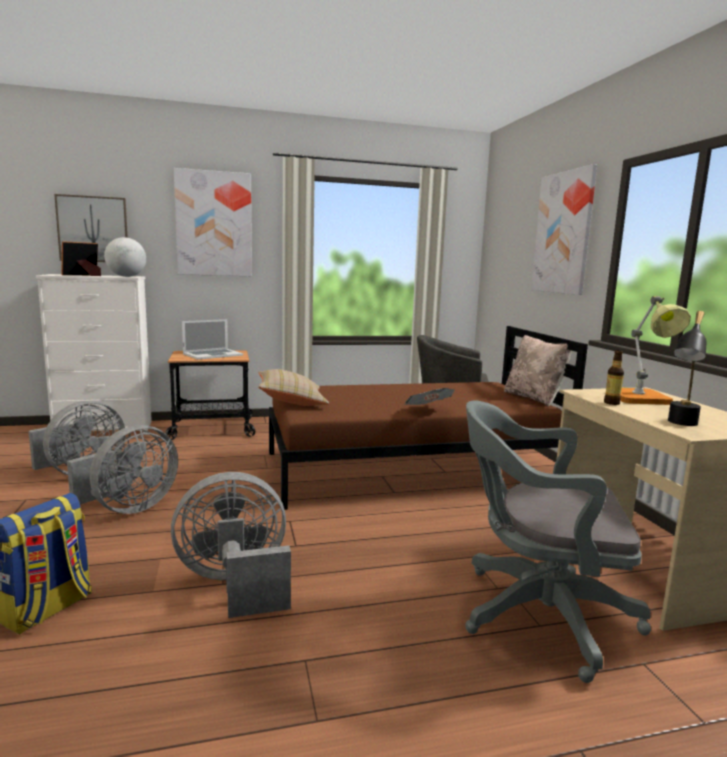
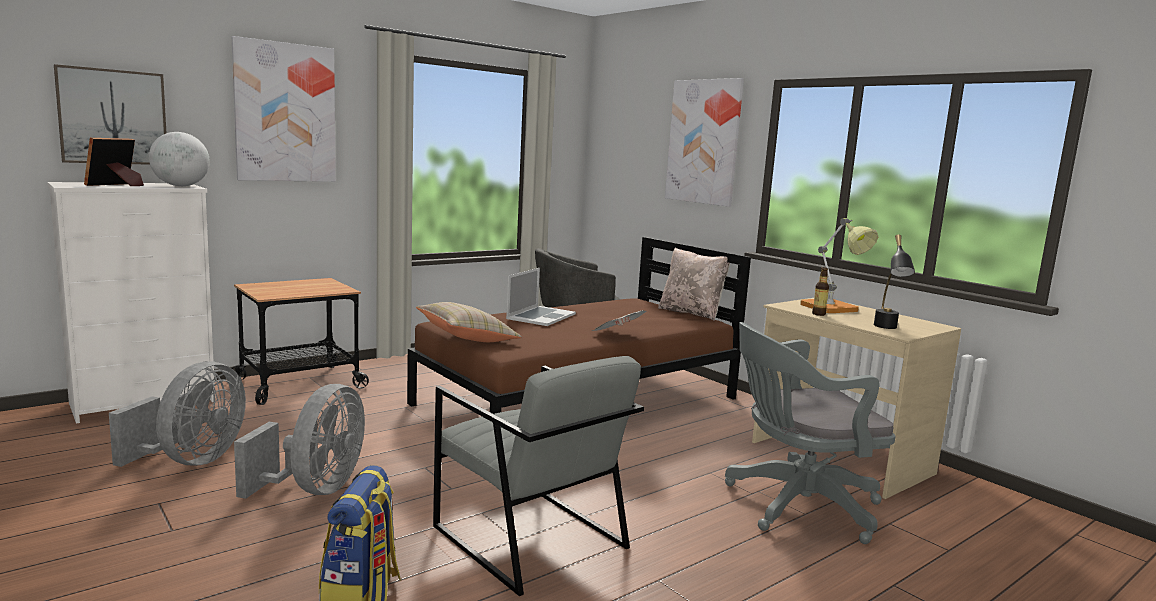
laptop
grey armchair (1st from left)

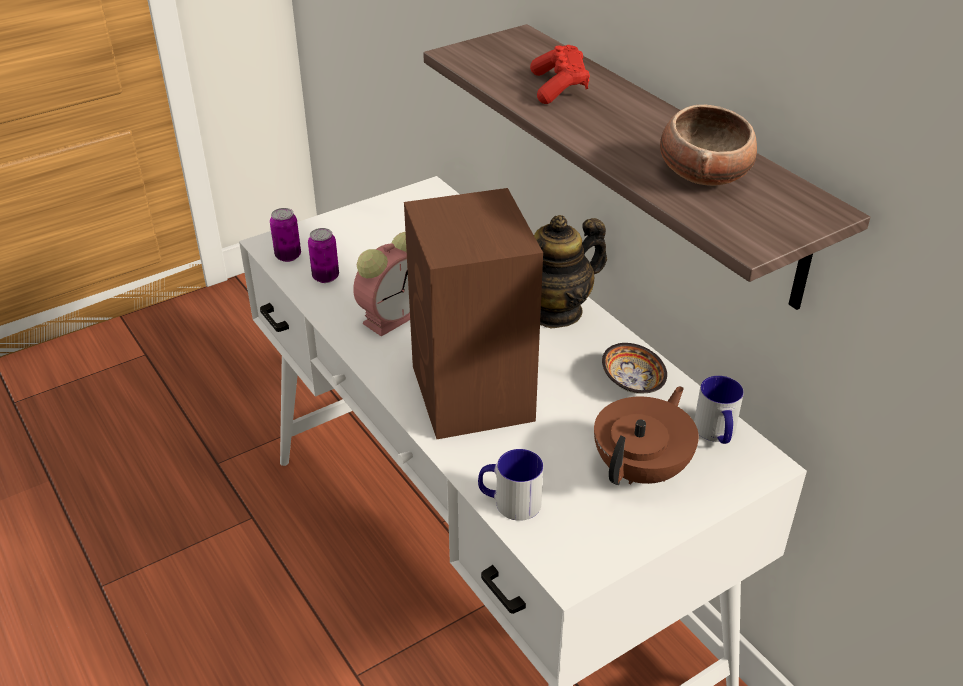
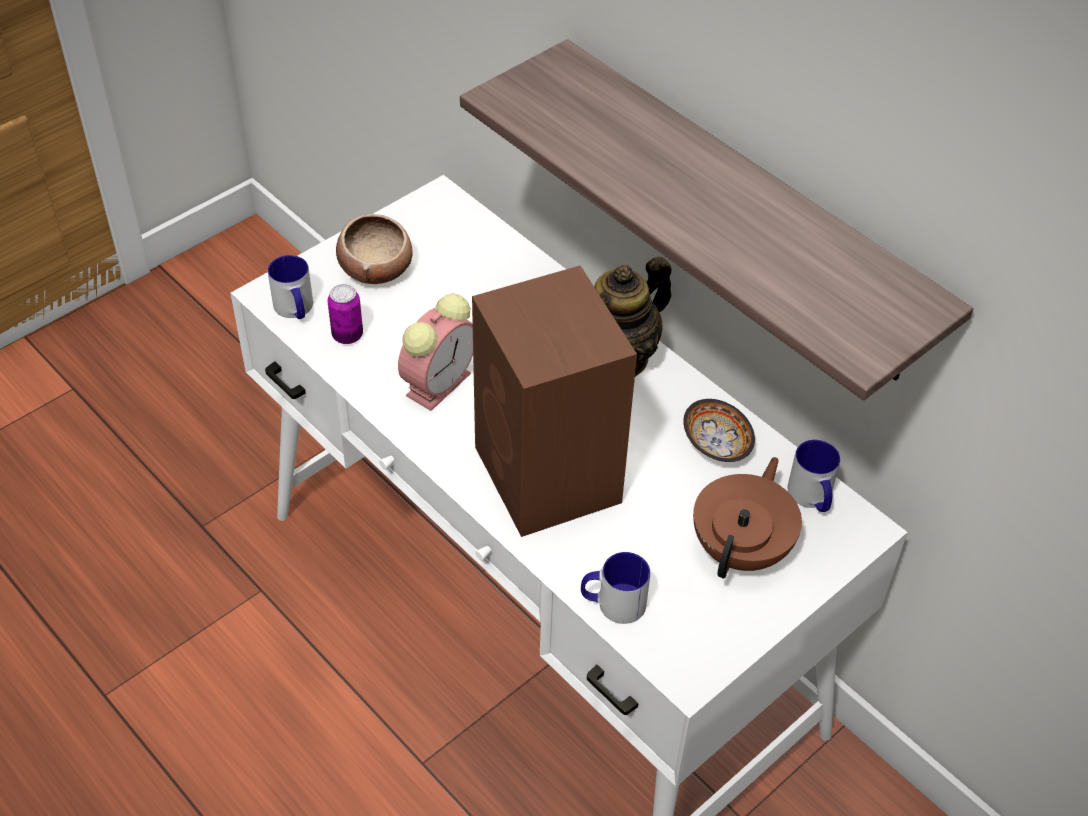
red game controller
bowl (1st from left)
mug (1st from left)

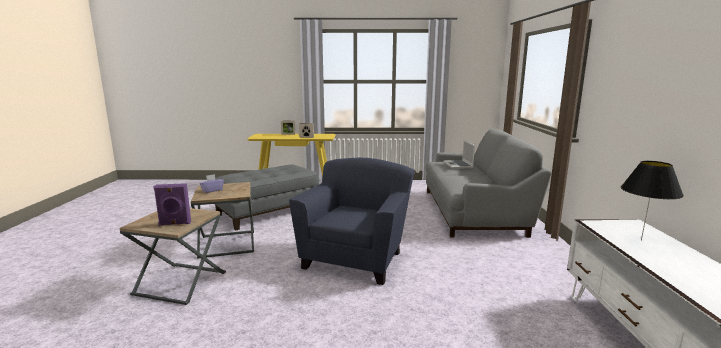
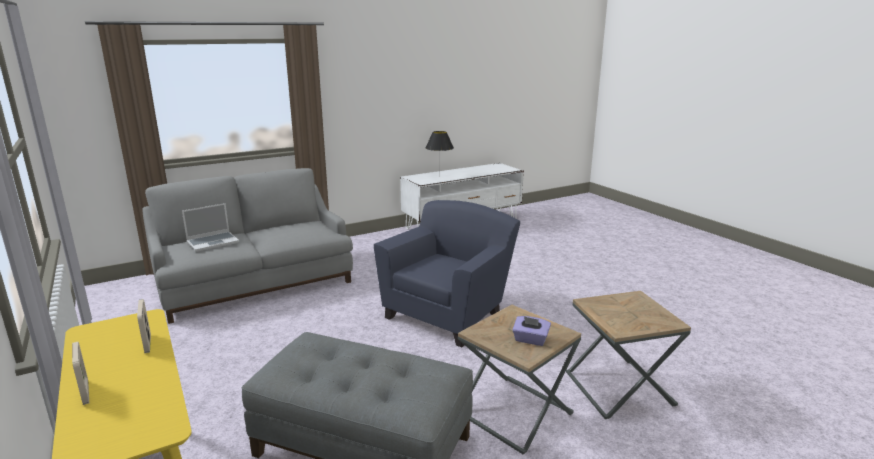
purple speaker
blue armchair

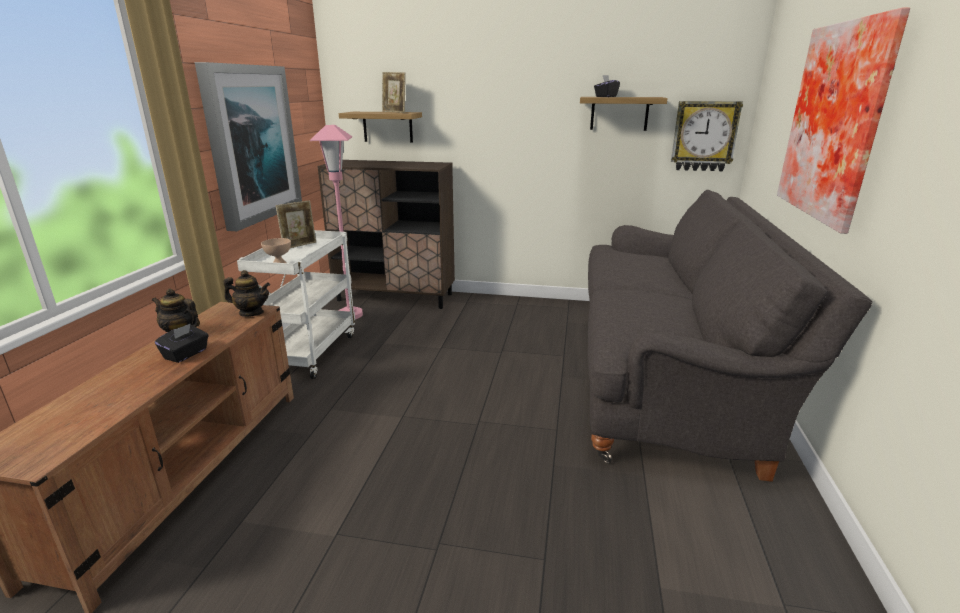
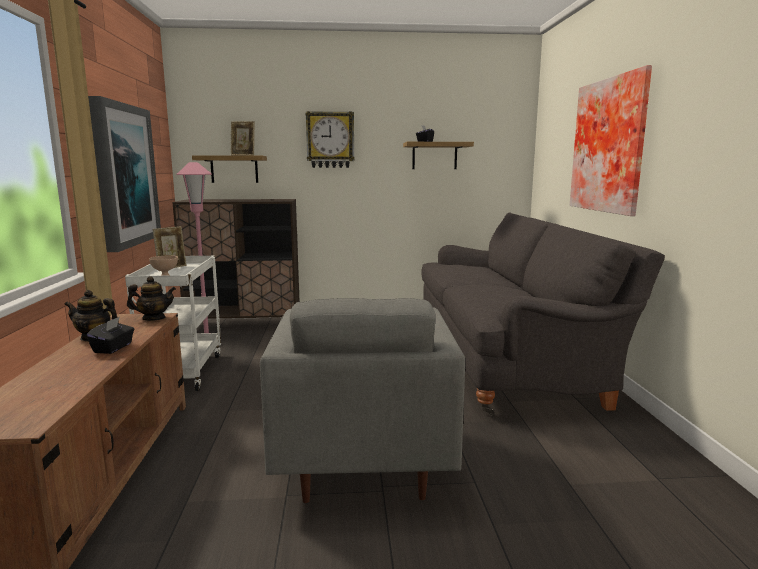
grey armchair
wall clock

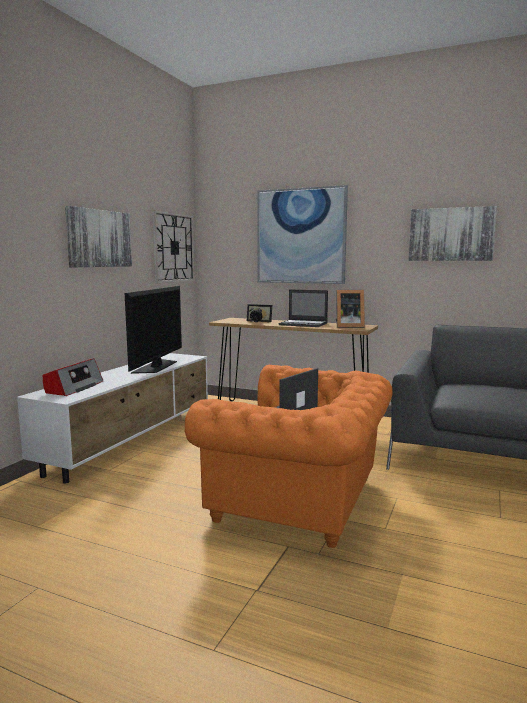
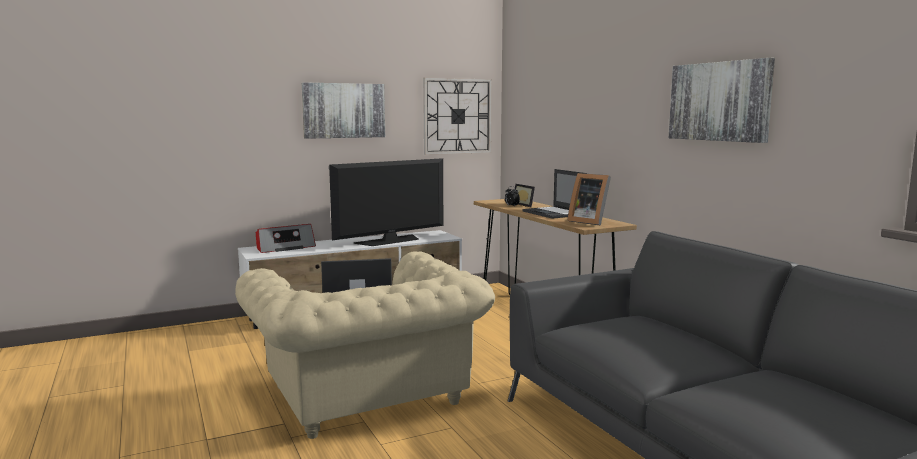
picture (2nd from left in the first image)
beige armchair

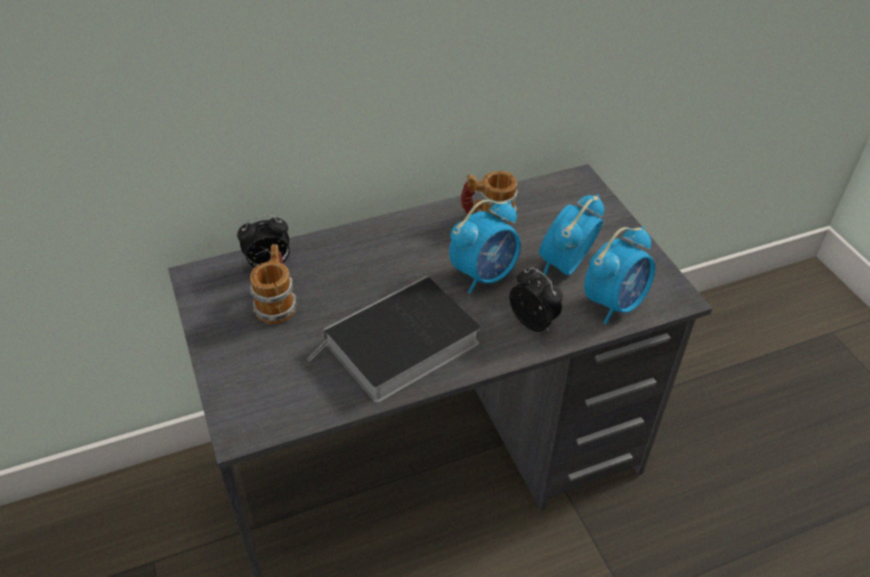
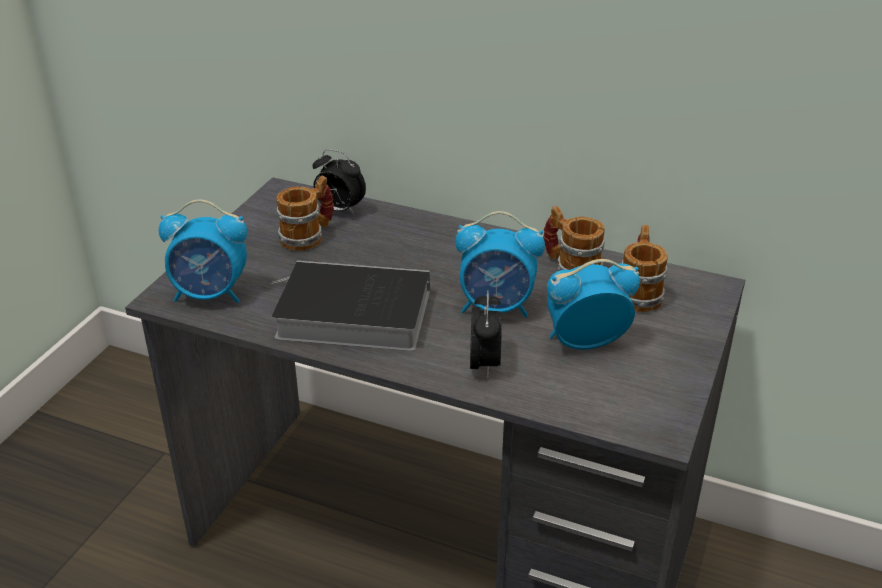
mug (3rd from left)
alarm clock (1st from left)

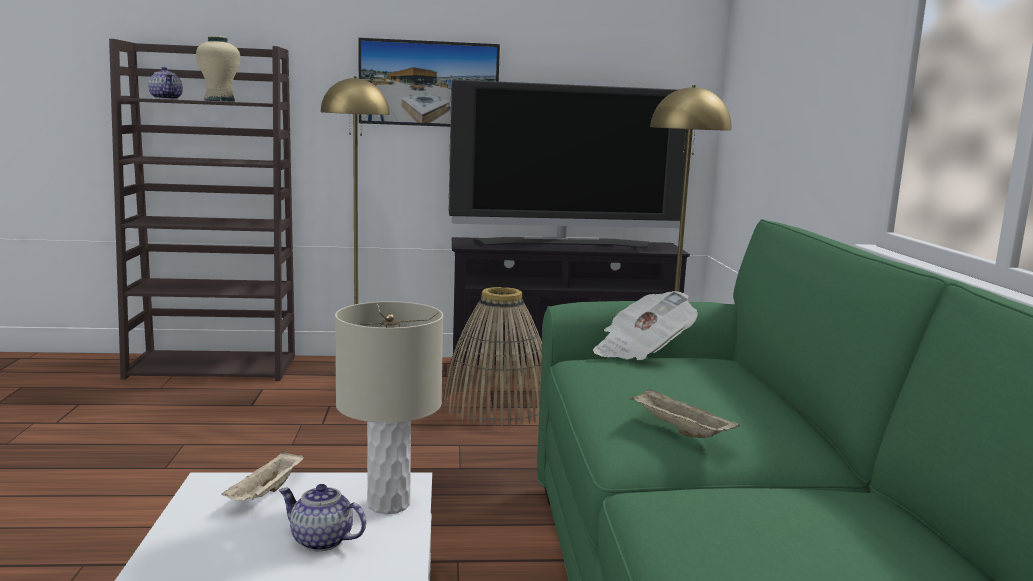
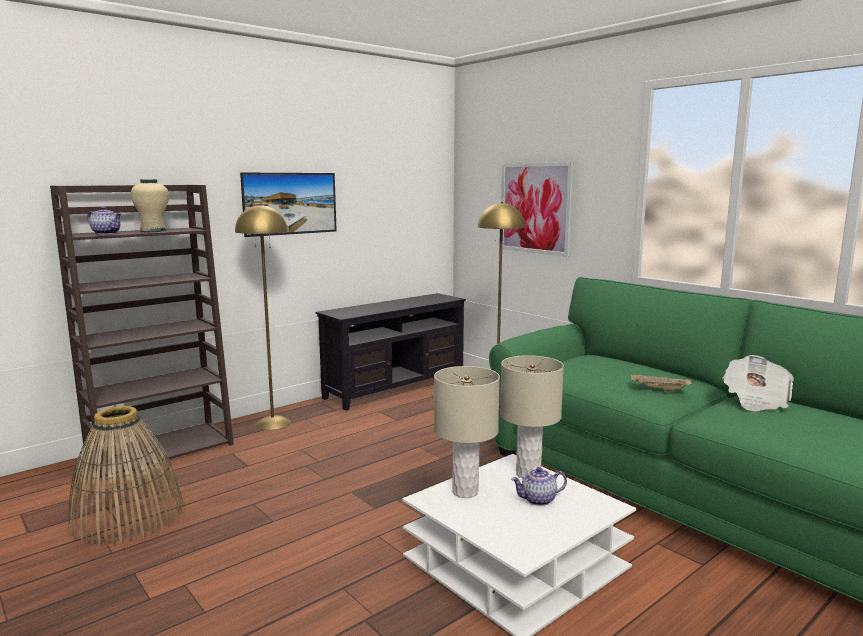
television
picture (2nd from left)
basket
newspaper
beige table lamp (1st from left)

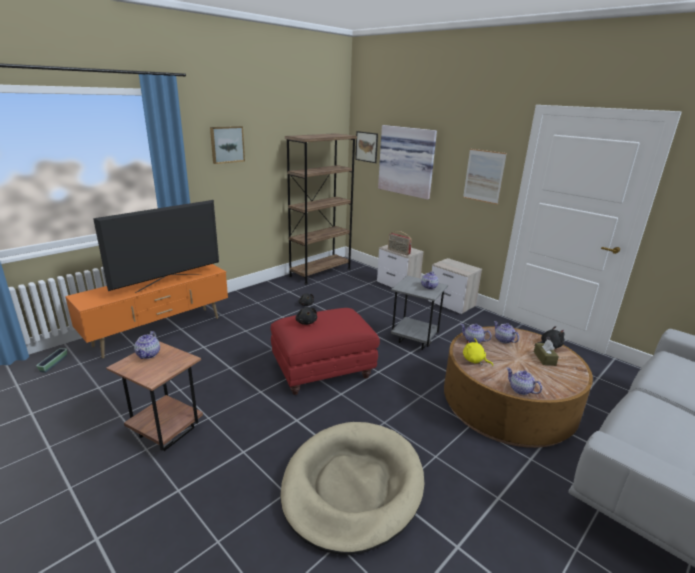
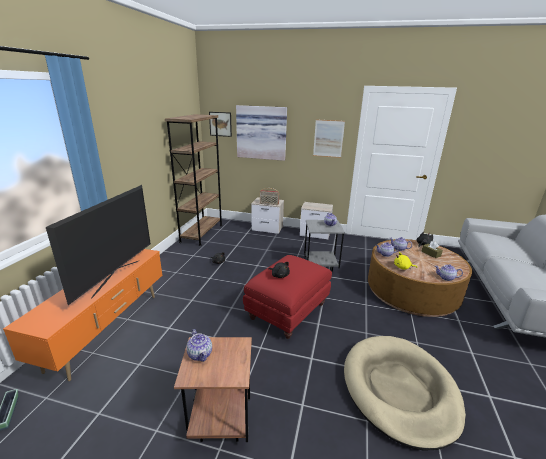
picture (1st from left in the first image)

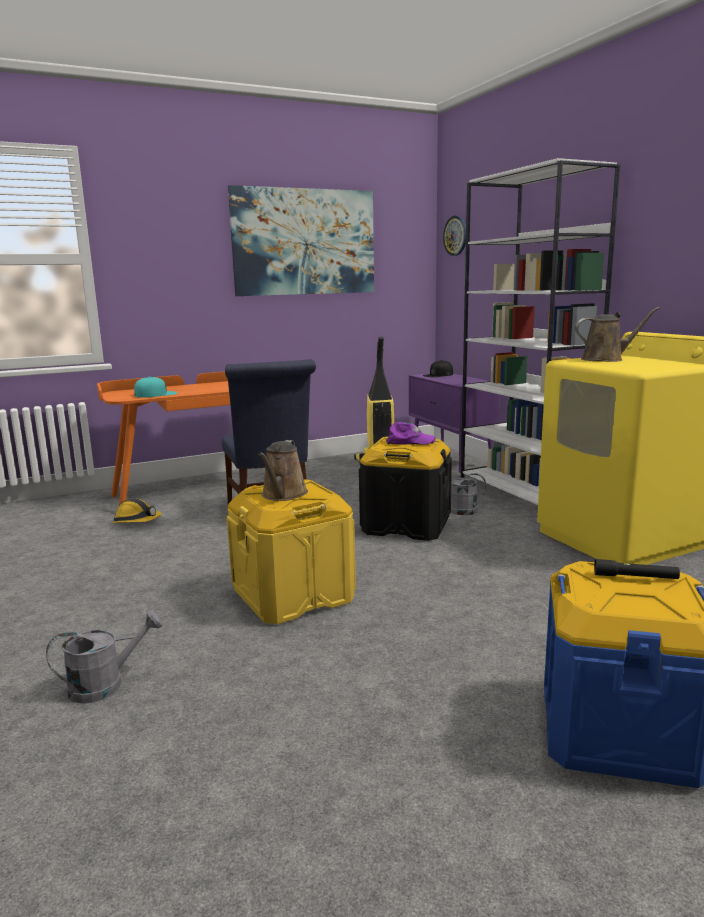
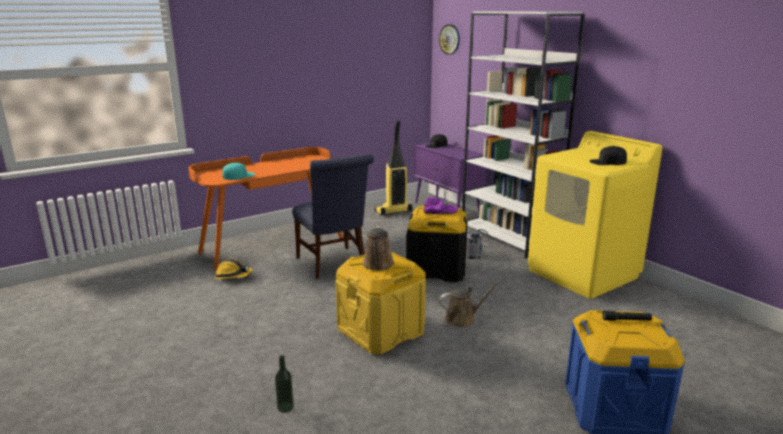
picture
black cap (2nd from left)
brown watering can (2nd from left)
bottle

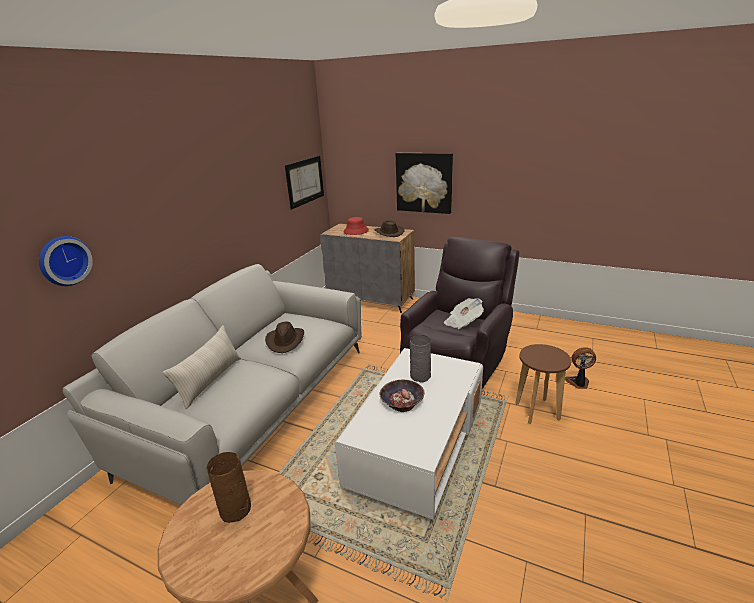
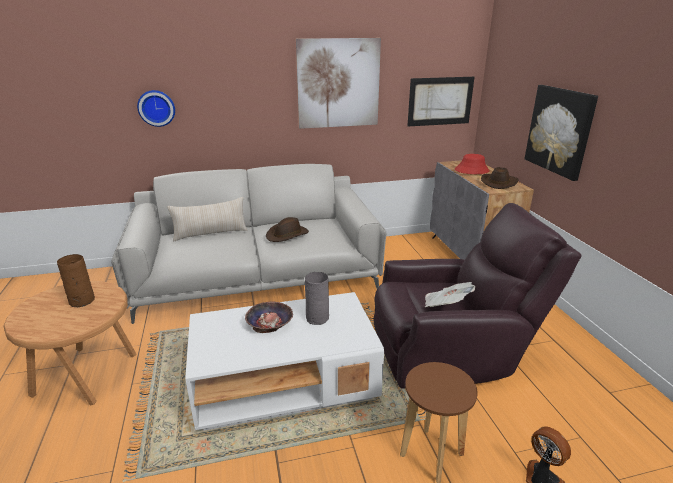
picture (1st from left)

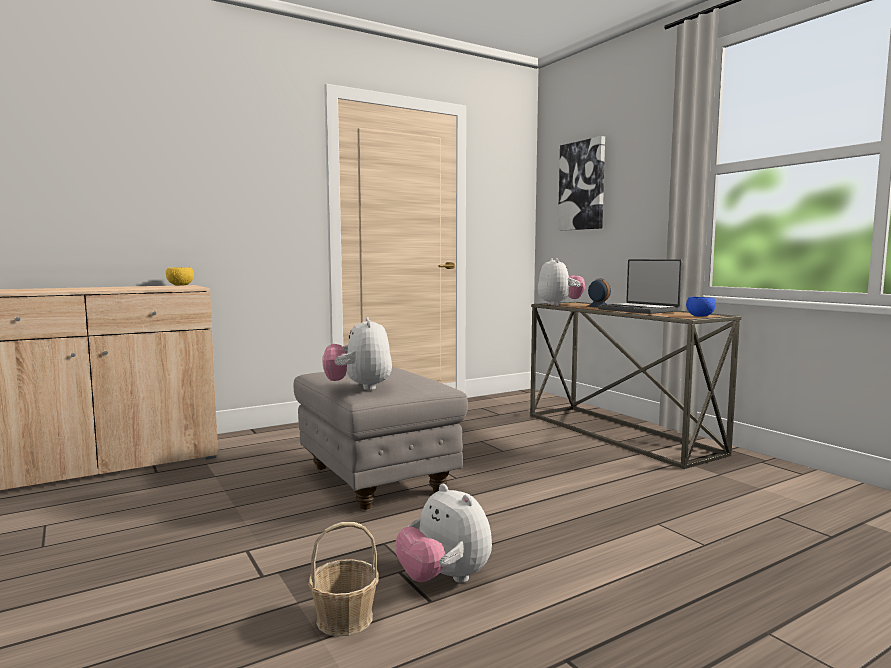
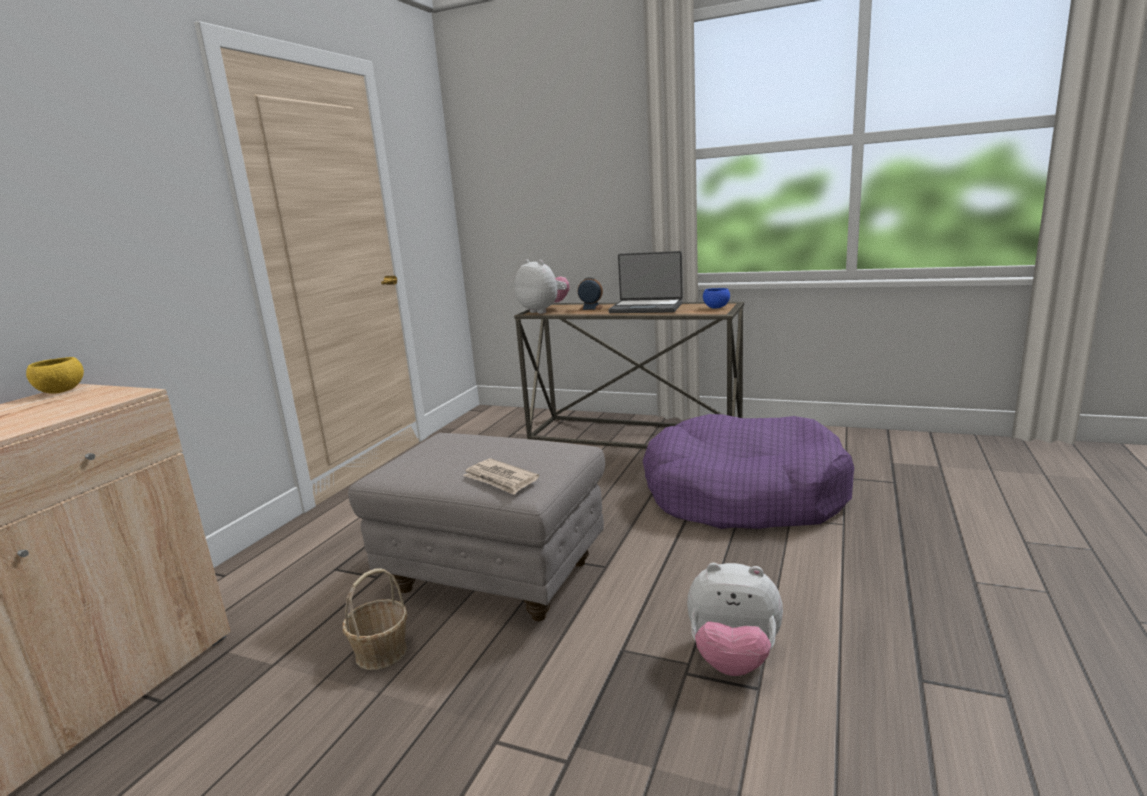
picture
purple dog bed
basket
newspaper

